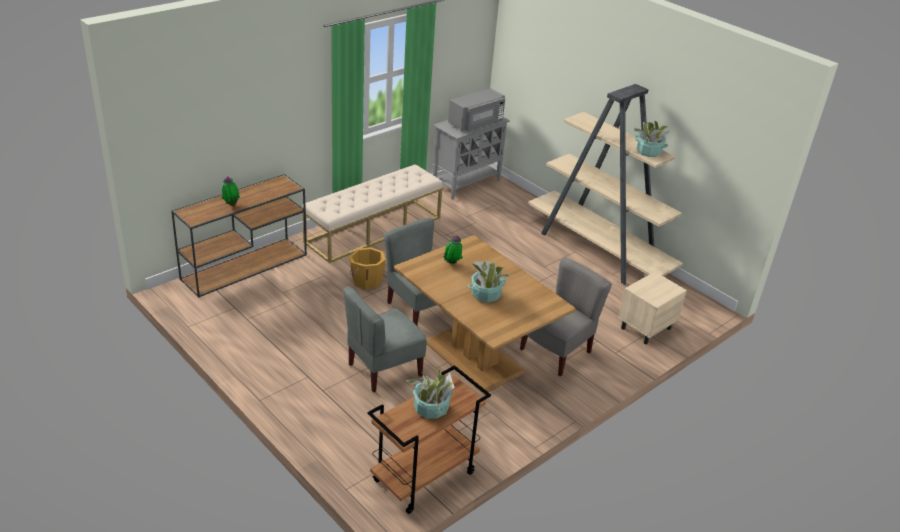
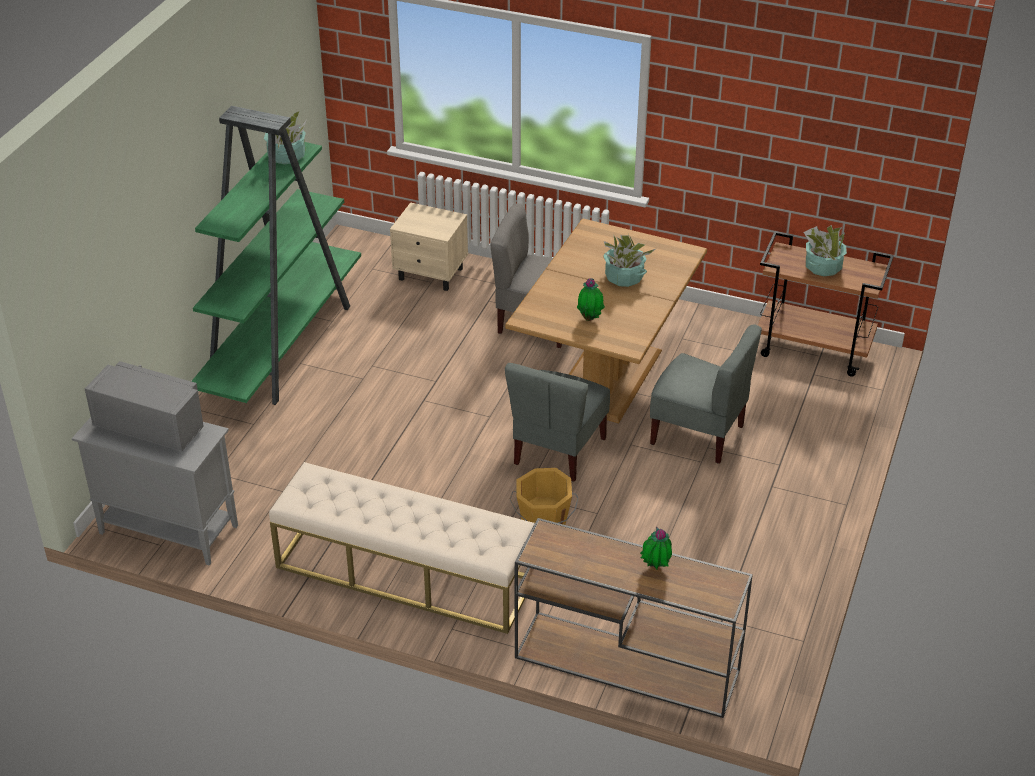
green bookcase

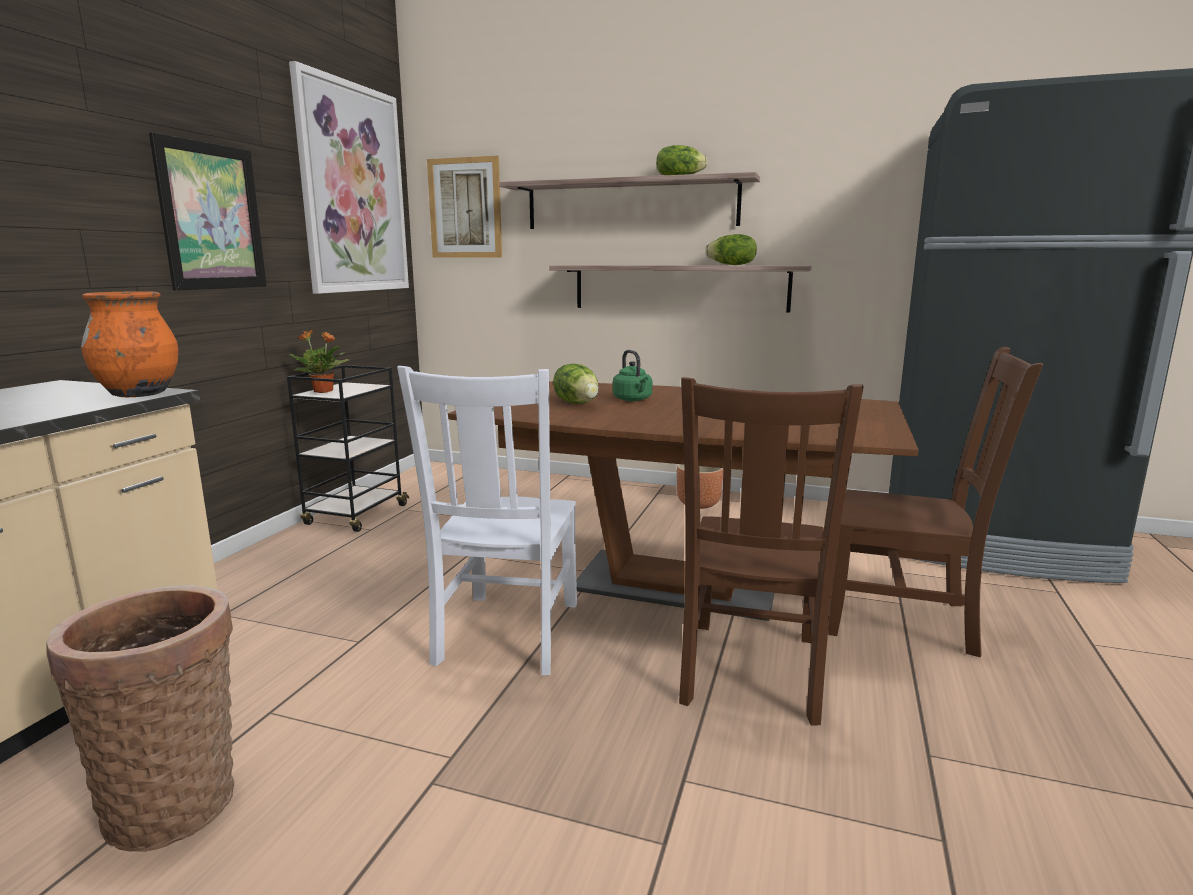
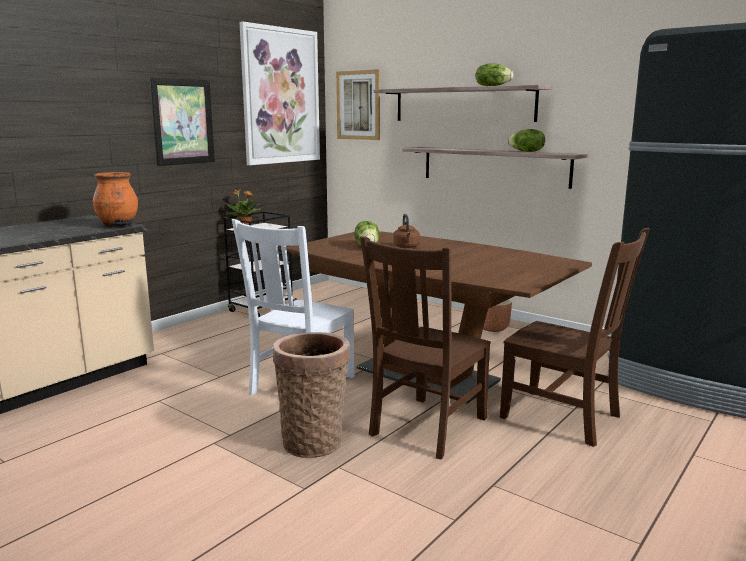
basket
brown kettle

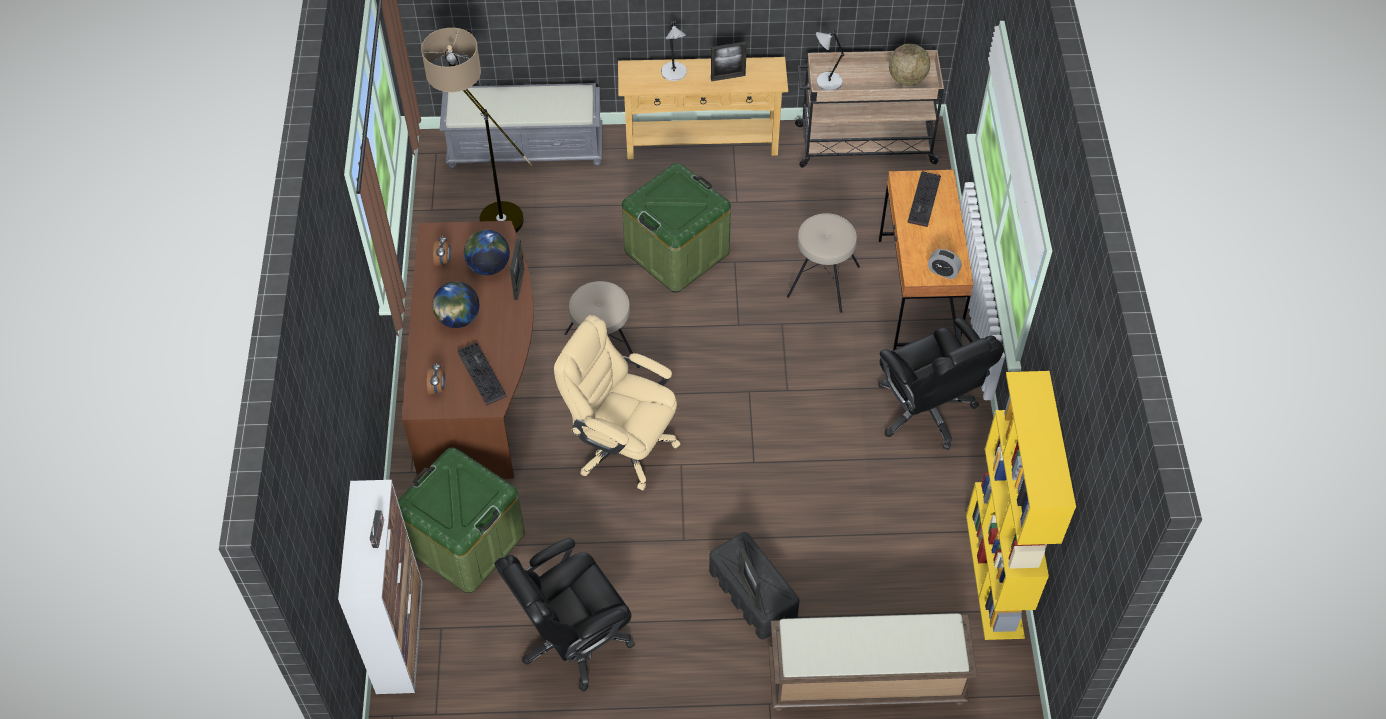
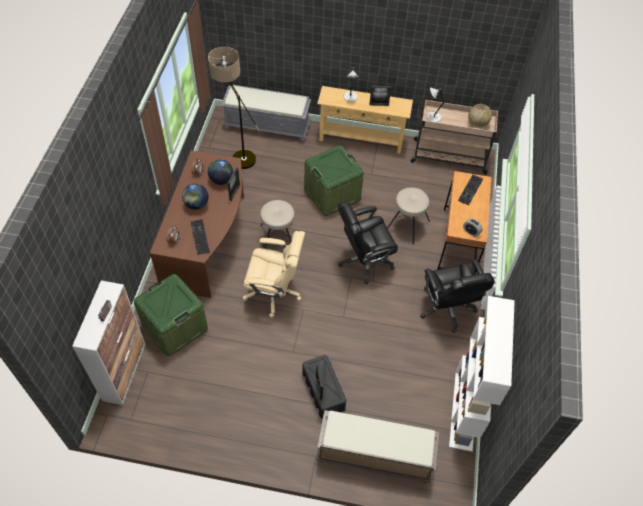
black office chair (1st from left)
white bookcase
beige office chair

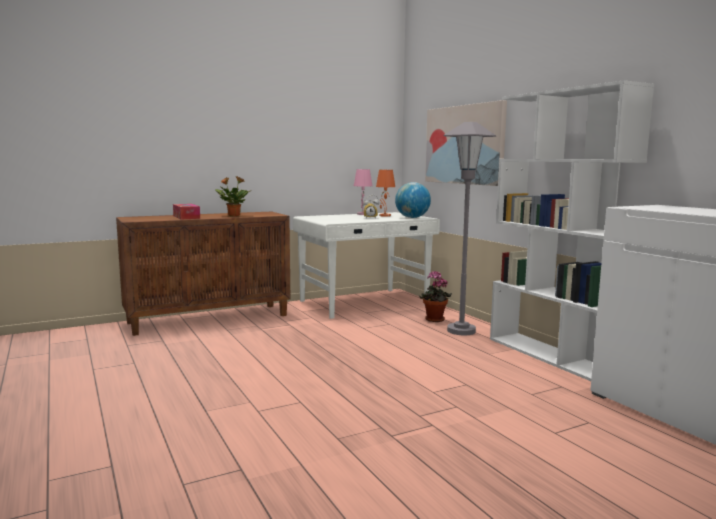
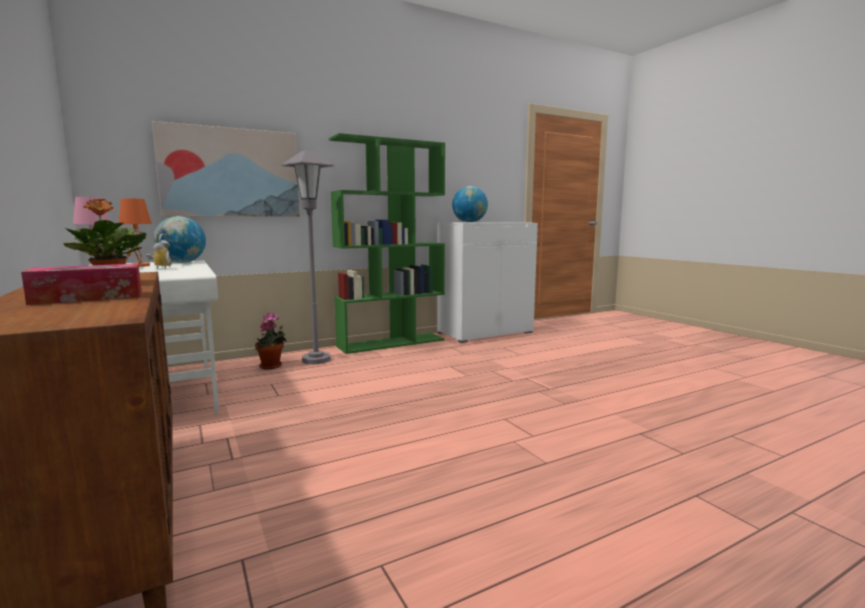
globe (2nd from left)
green bookcase

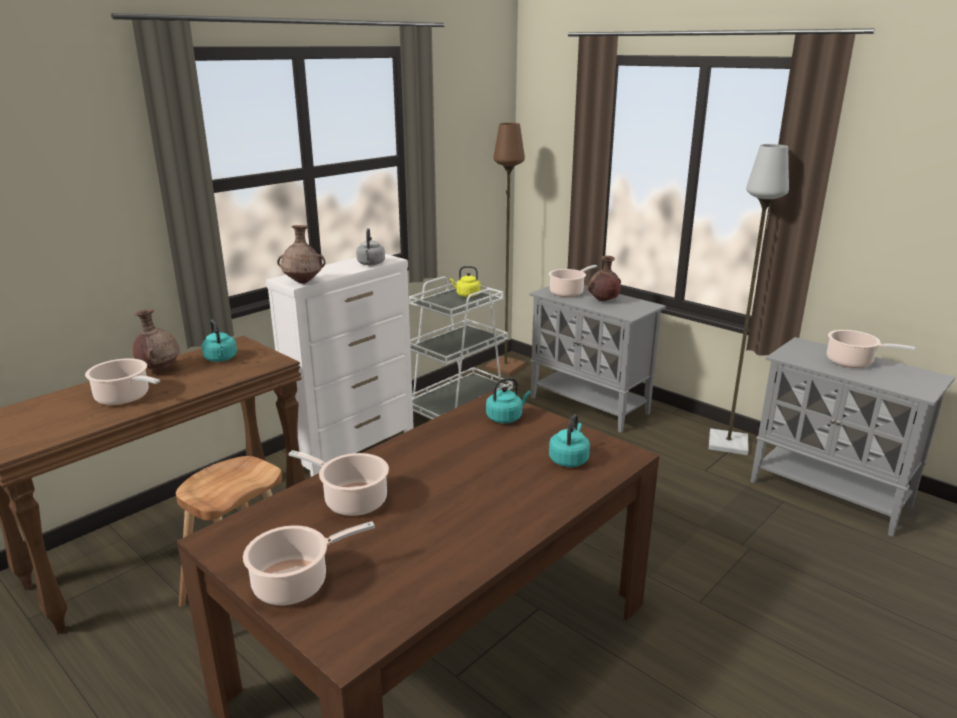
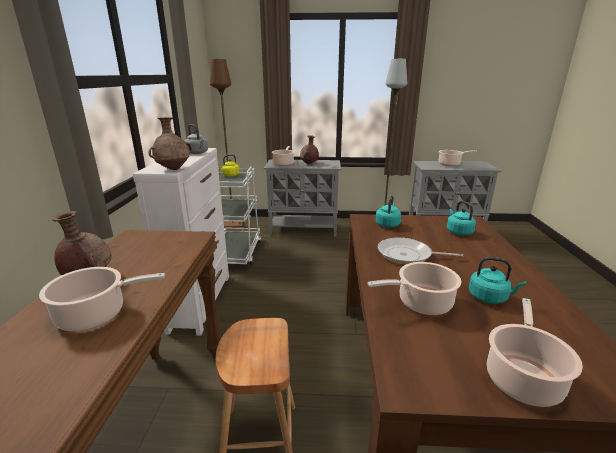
frying pan
turquoise kettle (3rd from left)

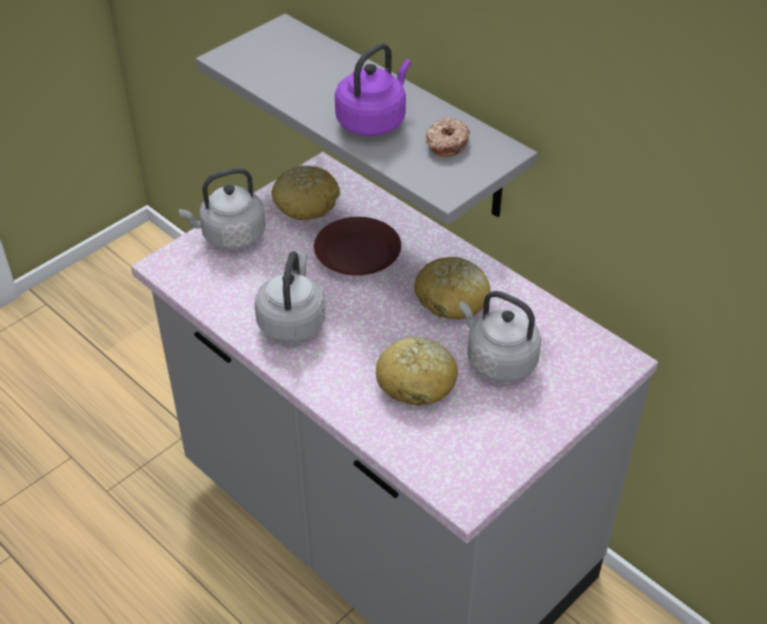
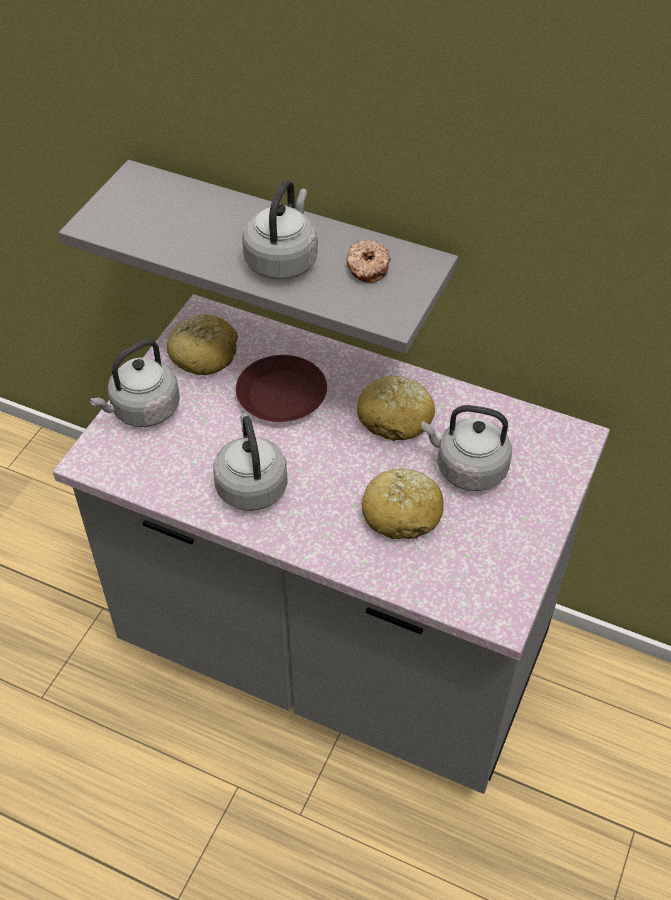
grey kettle (3rd from left)

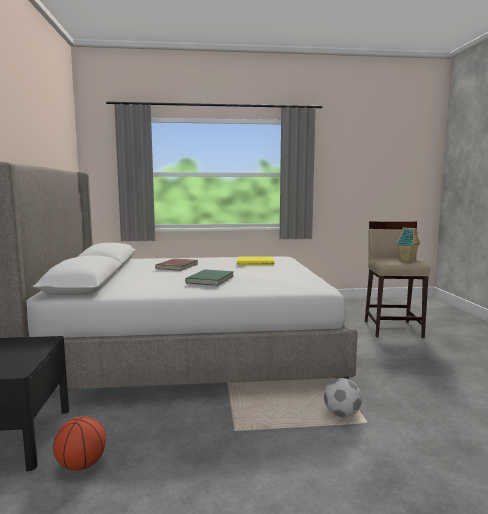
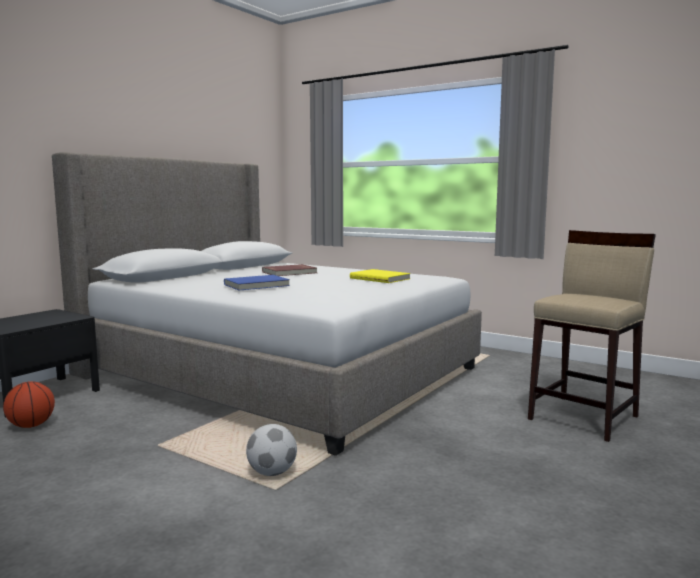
toy house
blue book

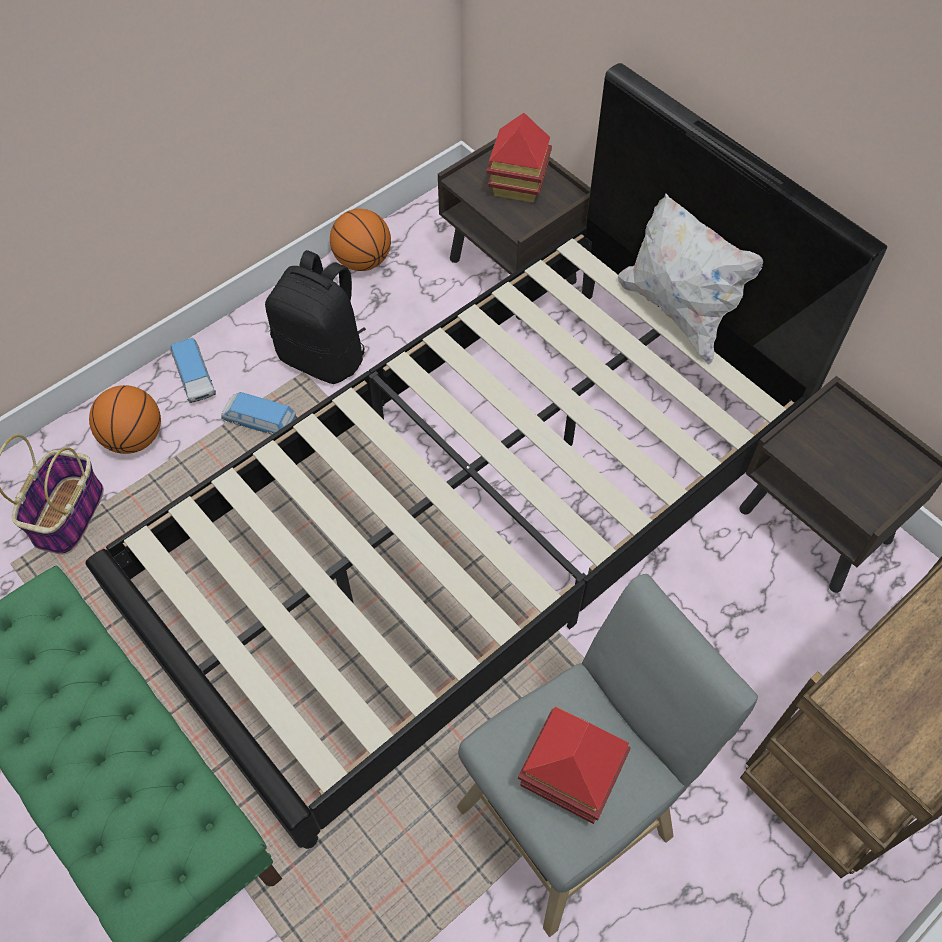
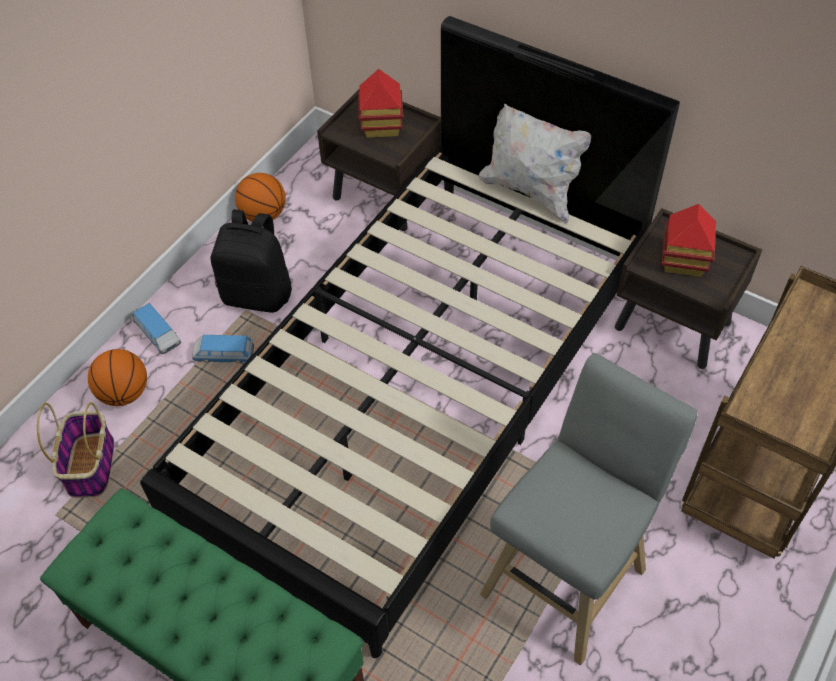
toy house (2nd from left)

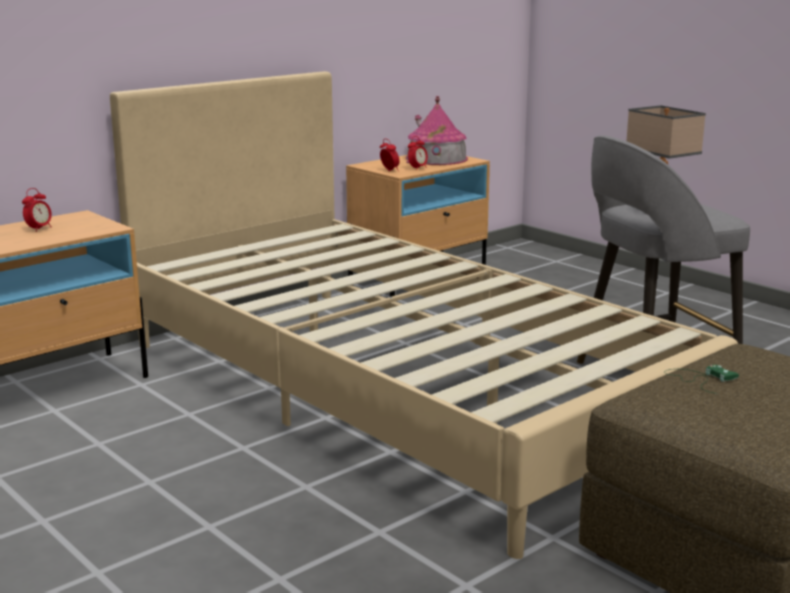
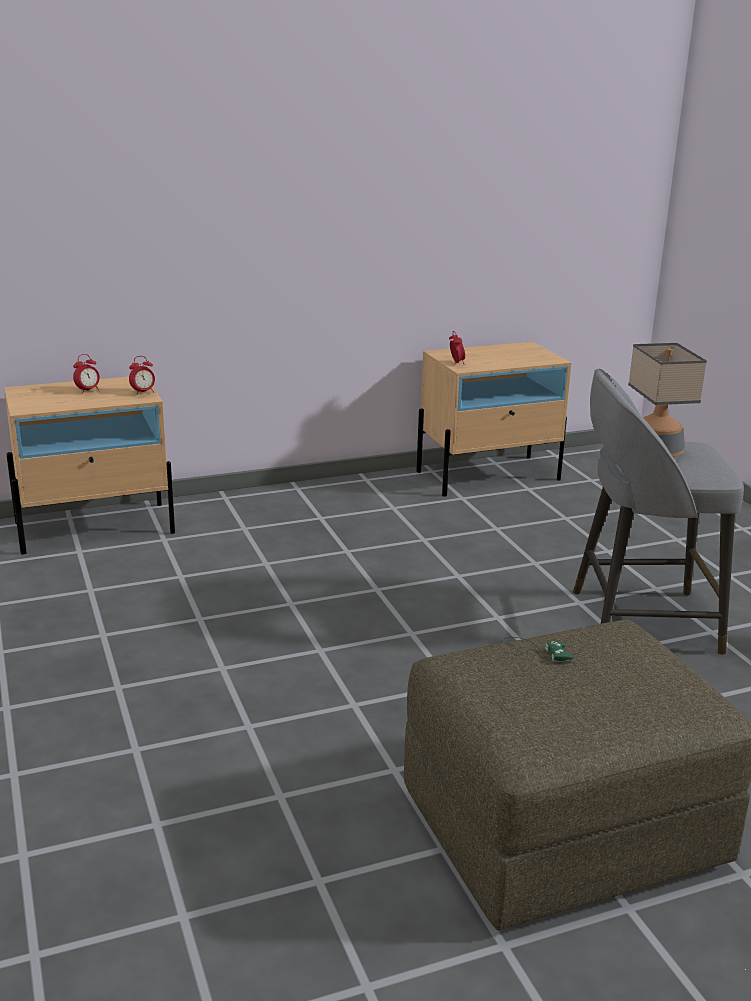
beige bed
toy house
alarm clock (2nd from left)

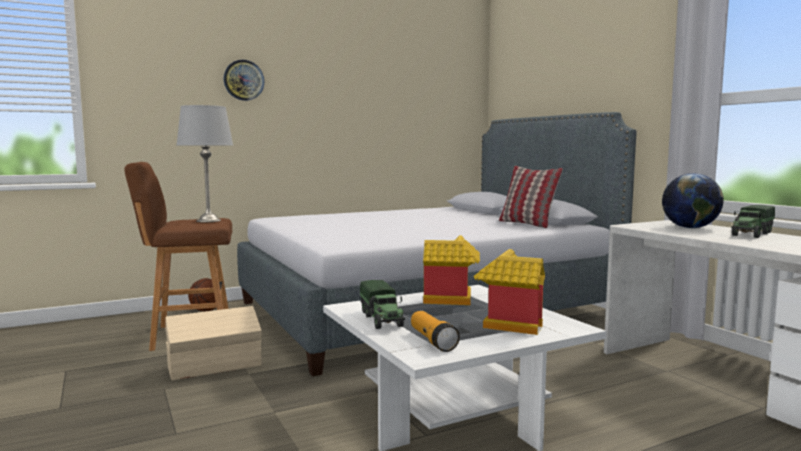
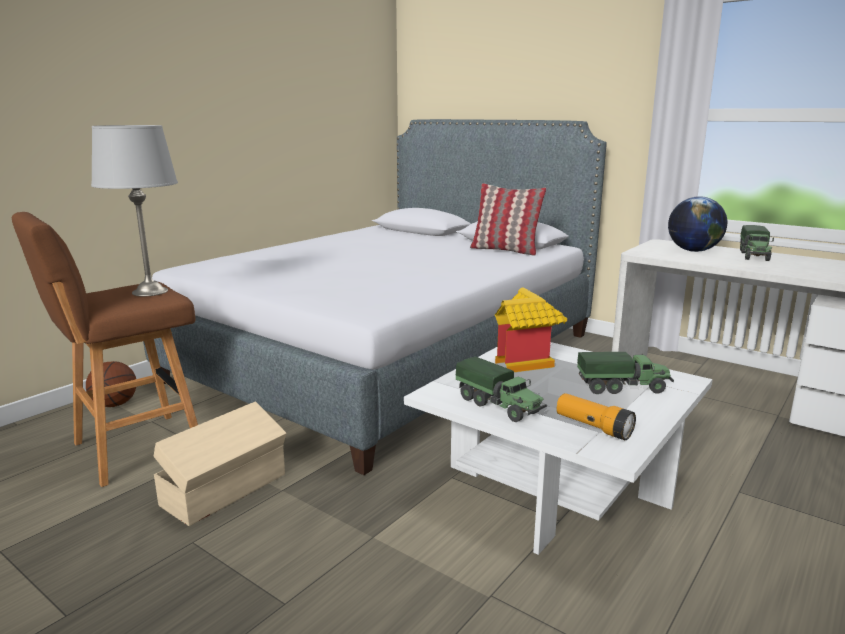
wall clock
toy truck (2nd from left)

